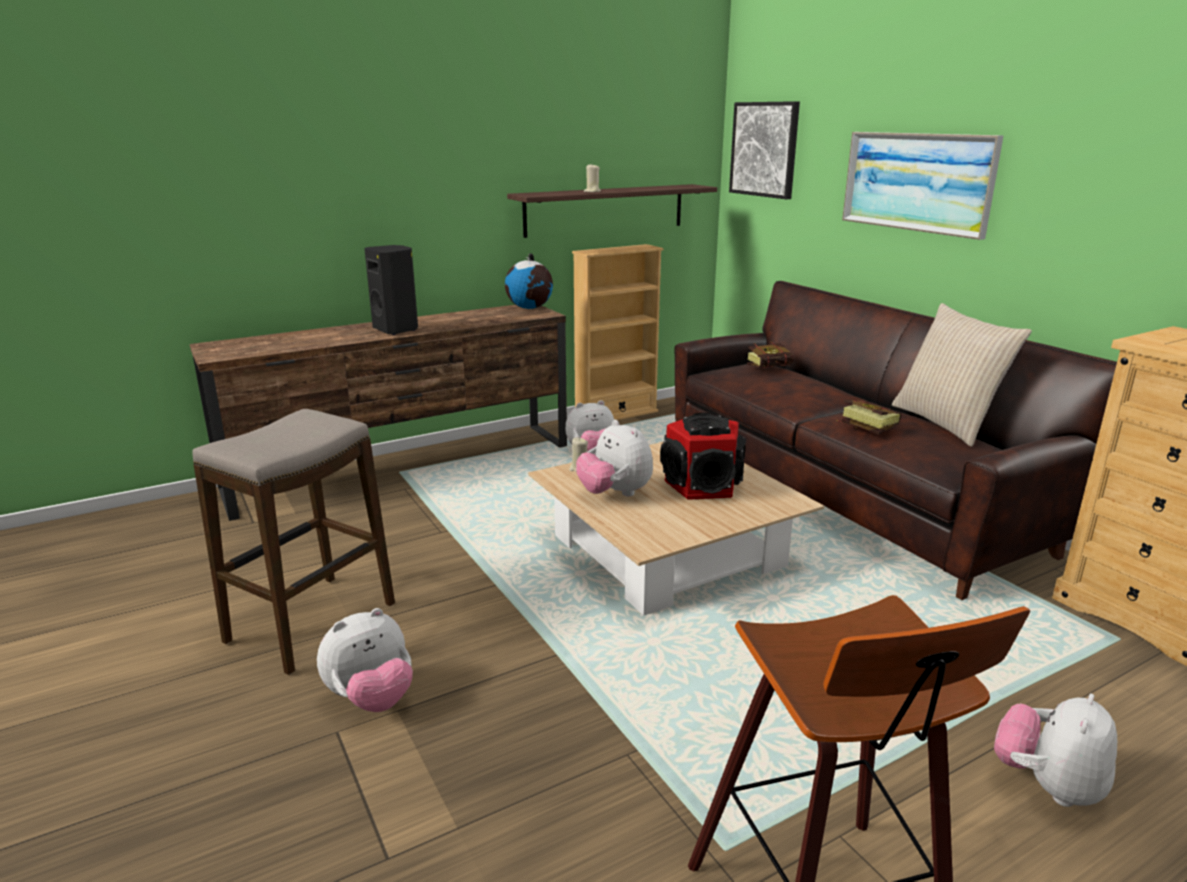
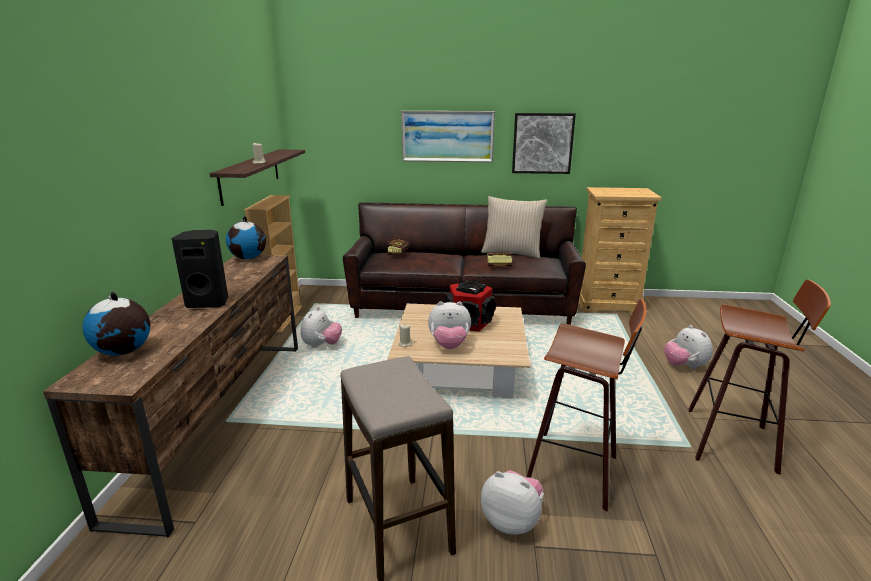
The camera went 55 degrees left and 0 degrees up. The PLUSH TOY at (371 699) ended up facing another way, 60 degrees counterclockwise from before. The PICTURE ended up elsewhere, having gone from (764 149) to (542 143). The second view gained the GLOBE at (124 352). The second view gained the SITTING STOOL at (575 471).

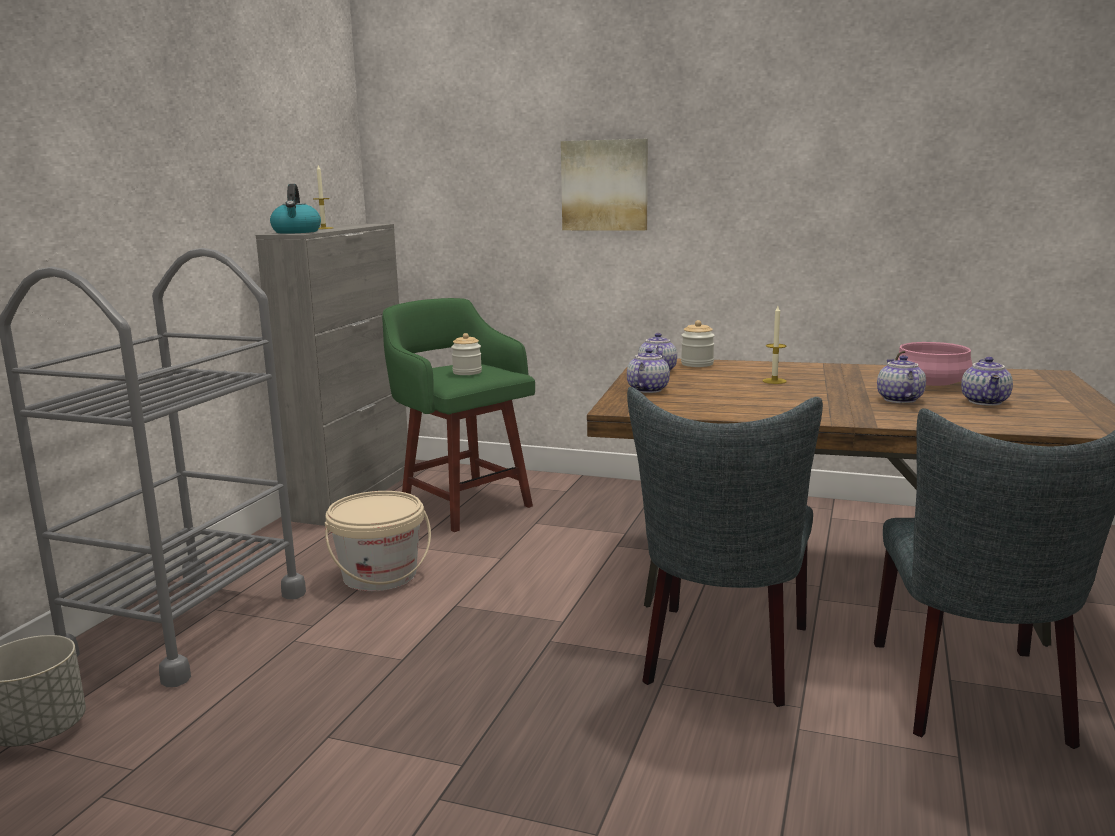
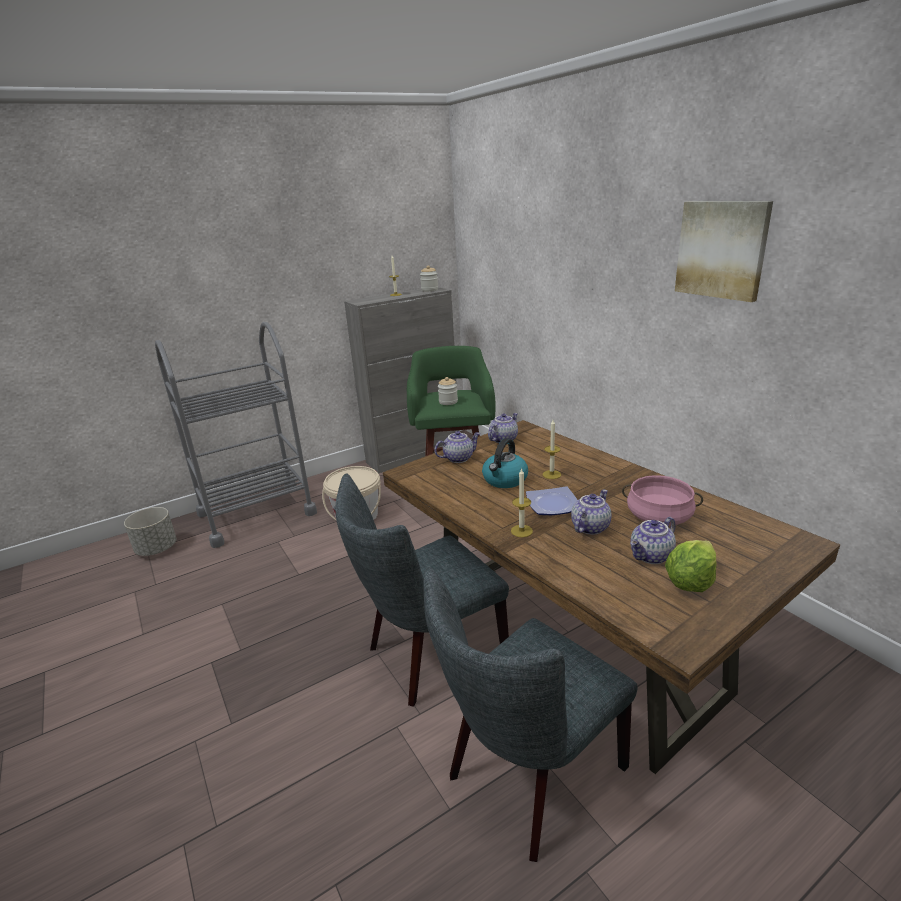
The camera went 40 degrees right and 10 degrees up. The KETTLE ended up elsewhere, having gone from (296 232) to (505 480). The PICTURE ended up elsewhere, having gone from (605 185) to (722 249). The STORAGE JAR ended up elsewhere, having gone from (697 364) to (429 290). The second view gained the WAX CANDLE at (521 531). The second view gained the FLAT DISH at (552 505). The second view gained the LETTUCE HEAD at (689 582).

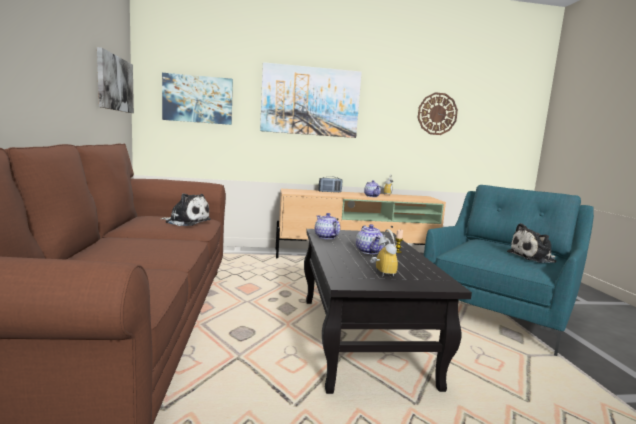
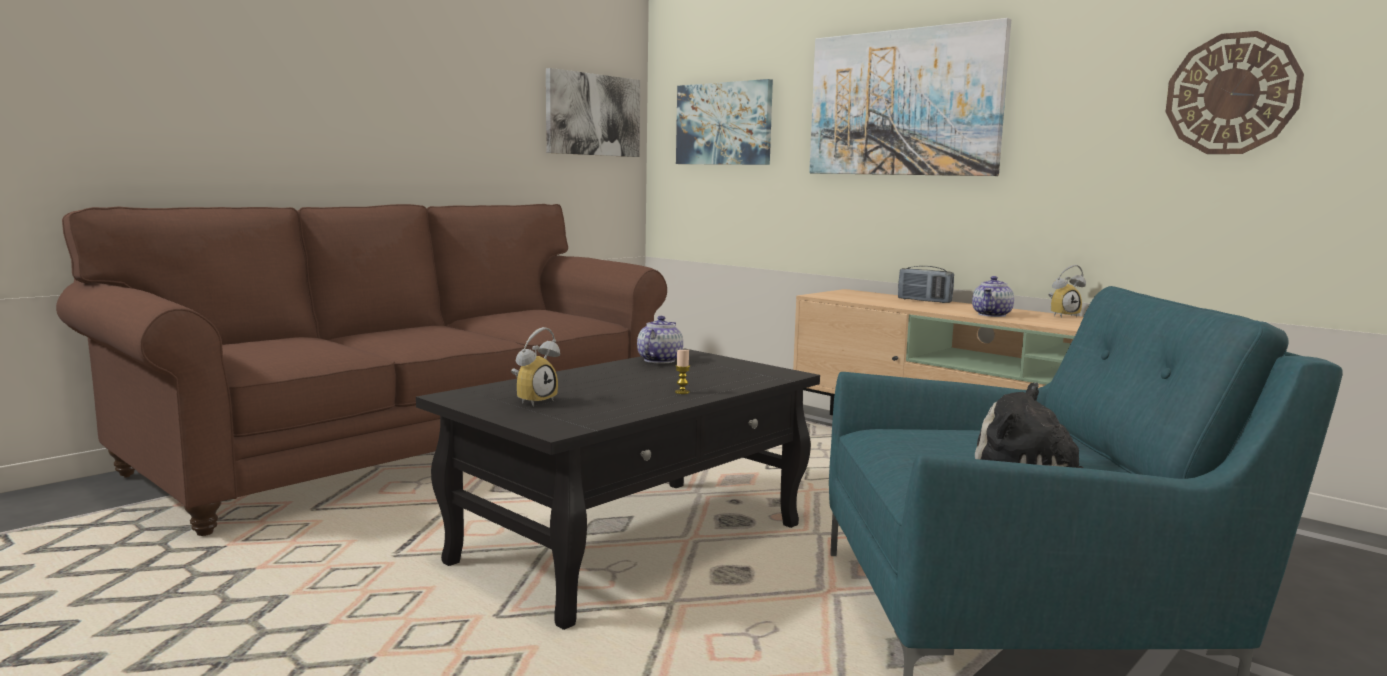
The camera went 50 degrees right and 0 degrees up. The second view lost the PLUSH TOY at (186 221). The second view lost the TEAPOT at (369 251).

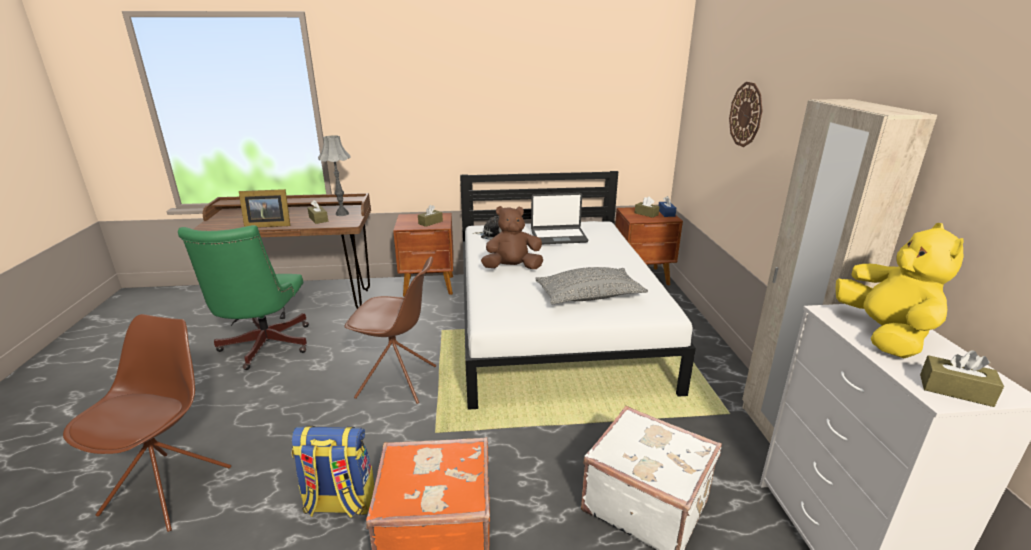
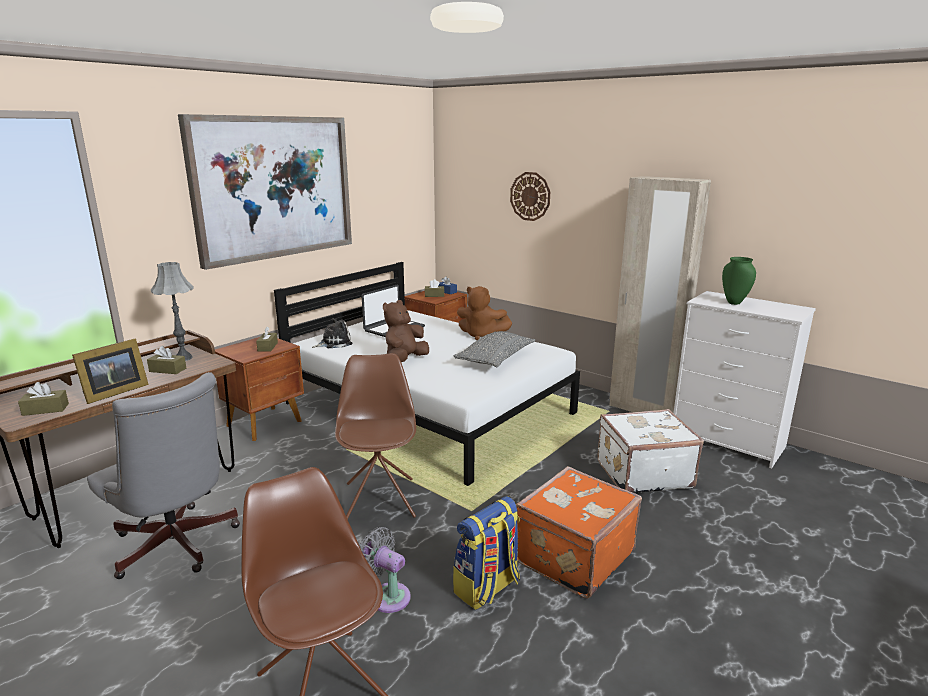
The camera went 45 degrees left and 5 degrees down. What was the GREENISH DESK CHAIR at (263 348) turned into the GREY DESK CHAIR at (177 547). The BROWN PLAIN CHAIR at (398 382) ended up facing another way, 60 degrees counterclockwise from before. Where the YELLOWISH PLUSH TOY stood at (884 335), the GREENISH VASE came to stand at (734 303). The BROWN BOX OF TISSUES ended up elsewhere, having gone from (955 390) to (45 409). The second view gained the PICTURE at (274 187). The second view gained the GREY FAN at (387 596). The second view gained the BROWN PLUSH TOY at (481 335).

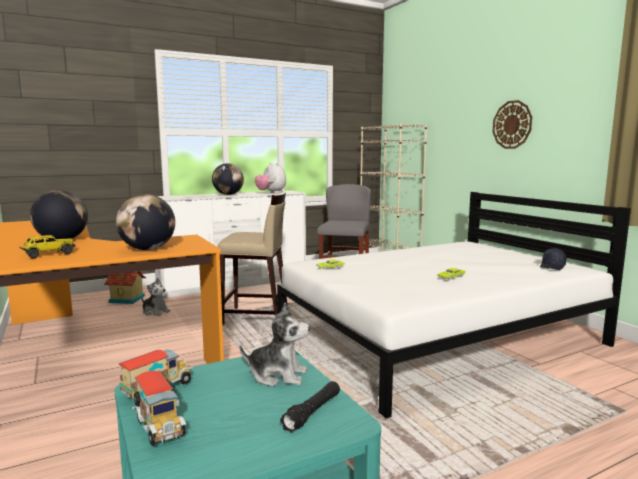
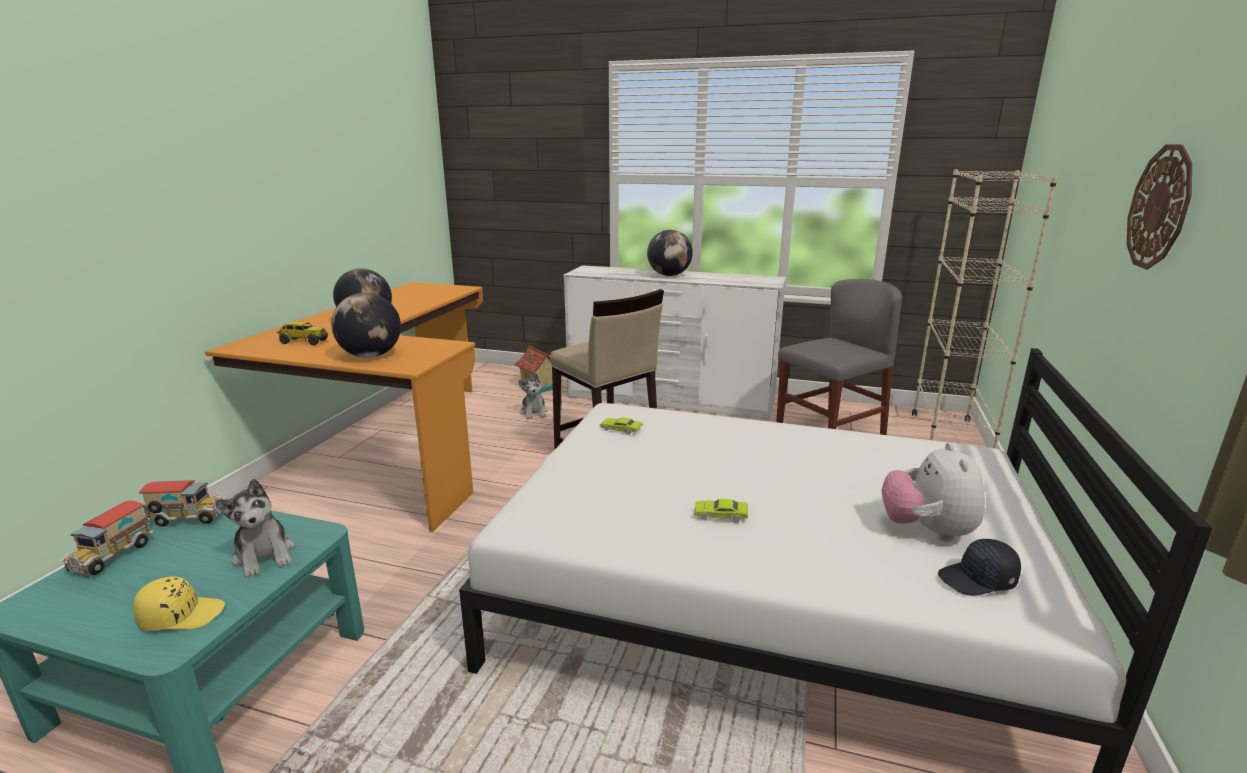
The camera went 45 degrees right and 10 degrees up. The PLUSH TOY ended up elsewhere, having gone from (271 193) to (927 531). Where the BLACK TORCH stood at (312 412), the YELLOWISH BASEBALL CAP came to stand at (182 615).

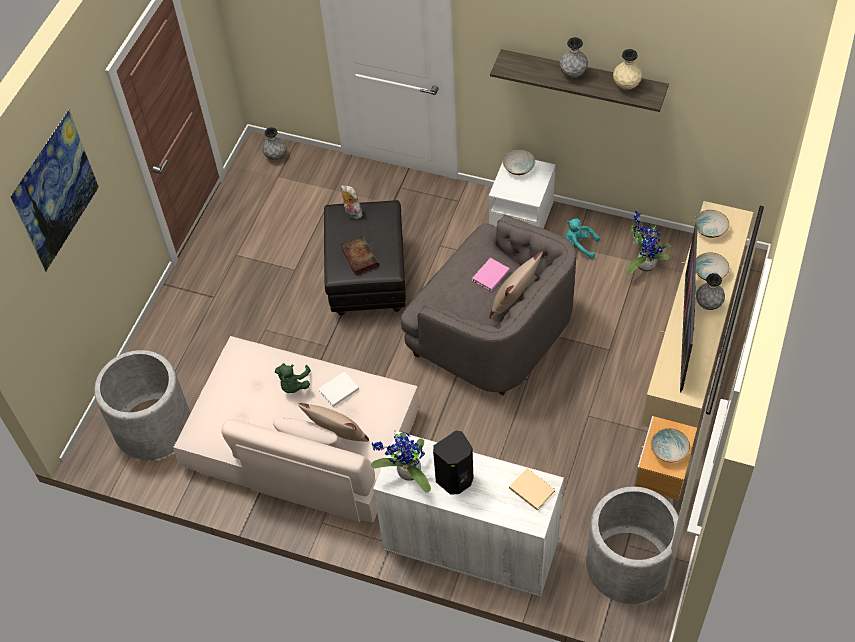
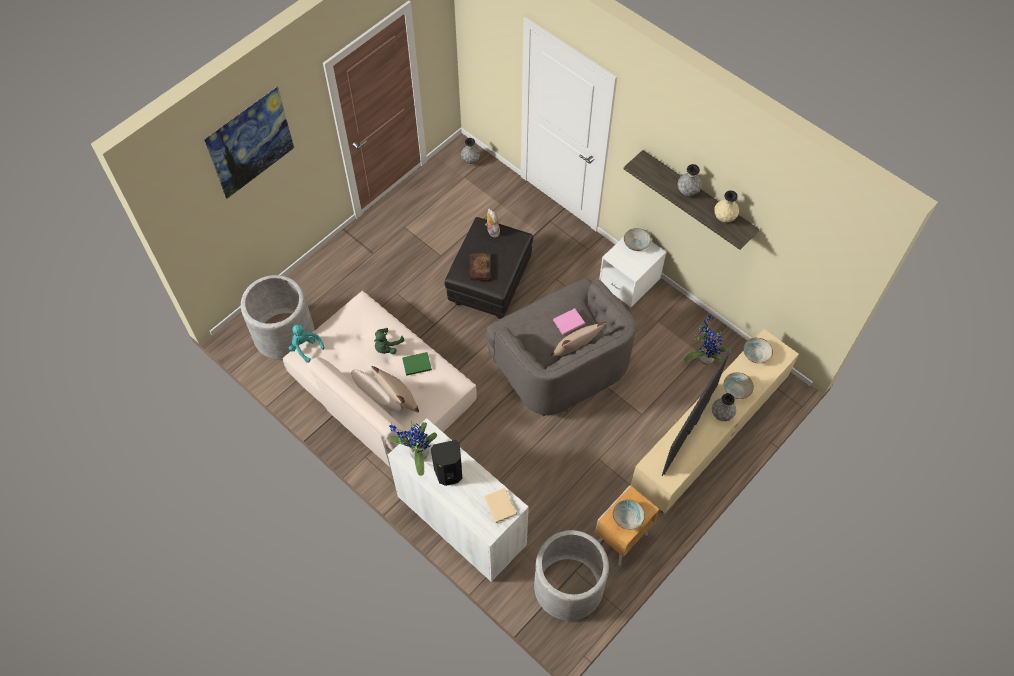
The camera went 20 degrees right and 5 degrees up. What was the WHITISH VOLUME at (337 390) turned into the GREENISH VOLUME at (416 364). The TURQUOISE-COLOURED PLUSH TOY ended up elsewhere, having gone from (578 247) to (305 347).

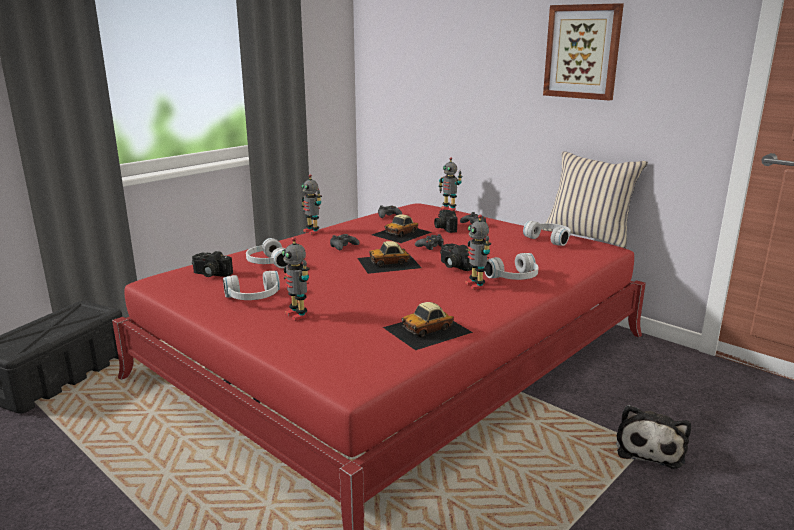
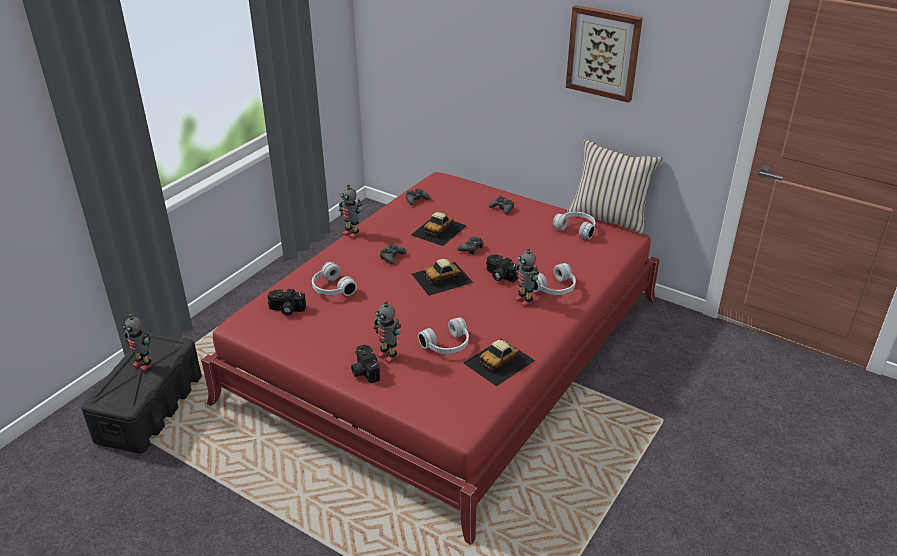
The camera went 10 degrees left and 15 degrees up. The WHITISH HEADSET ended up elsewhere, having gone from (254 298) to (448 346). The PHOTO CAMERA ended up elsewhere, having gone from (444 228) to (364 371). The MODEL ROBOT ended up elsewhere, having gone from (449 209) to (143 365). The second view lost the PLUSH TOY at (649 448).

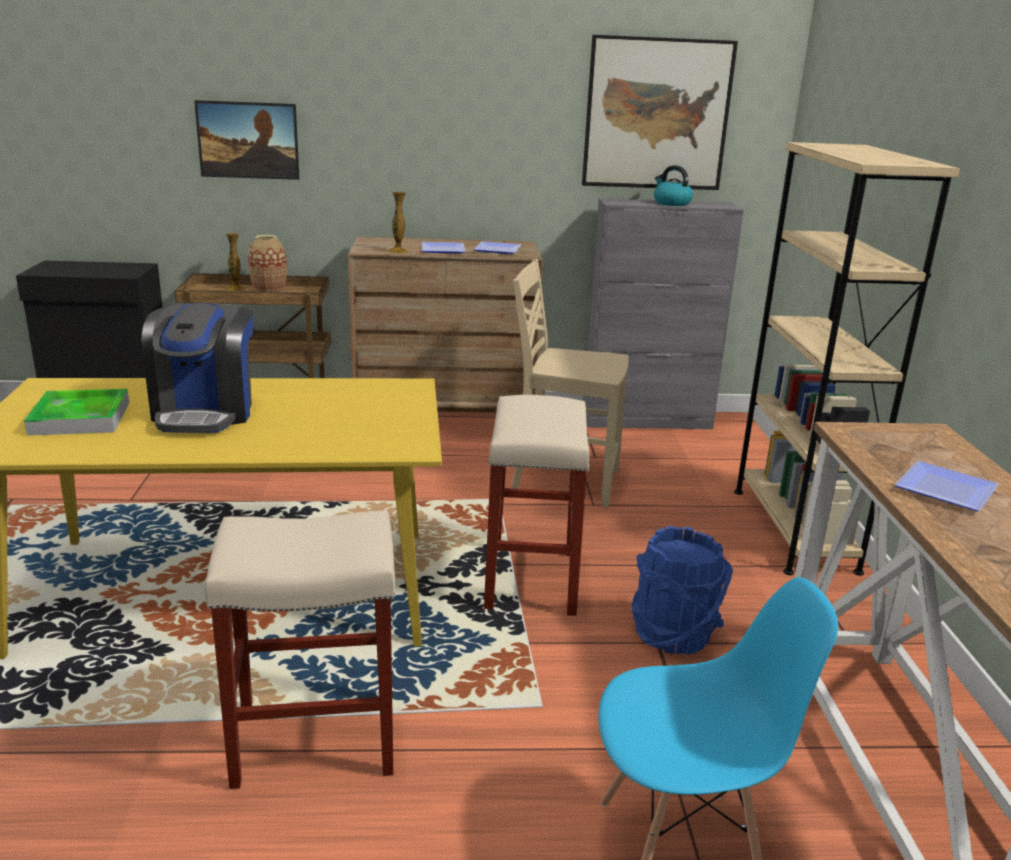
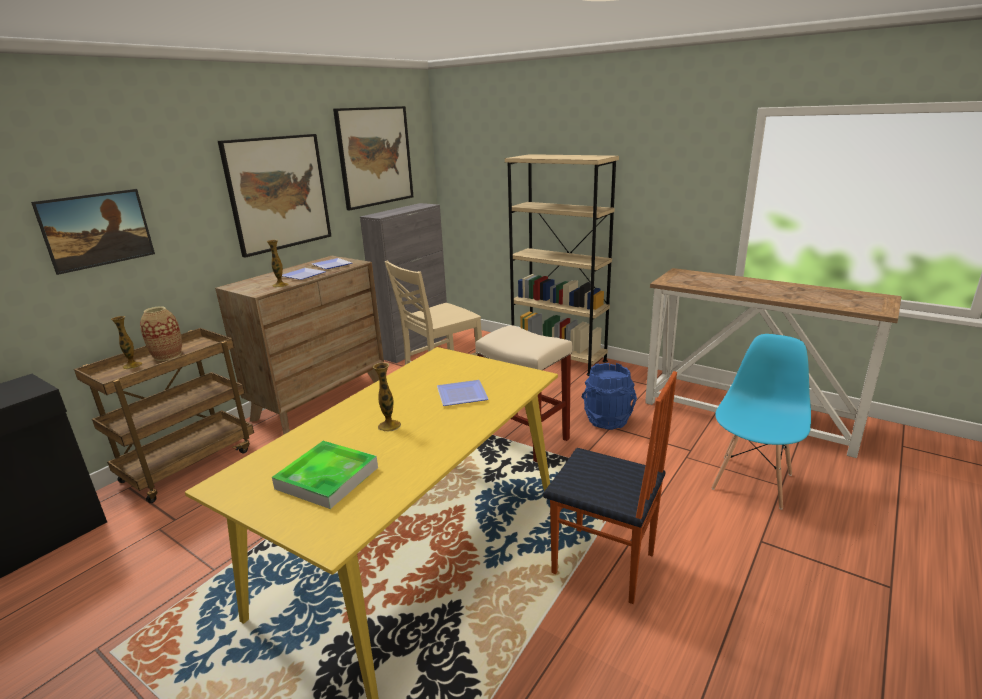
The camera went 50 degrees left and 0 degrees up. Where the COFFEE MACHINE stood at (205 412), the VASE came to stand at (389 426). Where the BEIGE SITTING STOOL stood at (312 740), the PLAIN CHAIR came to stand at (603 565). The second view lost the KETTLE at (671 203). The FLAT DISH ended up elsewhere, having gone from (949 490) to (463 394). The second view gained the PICTURE at (278 193).

